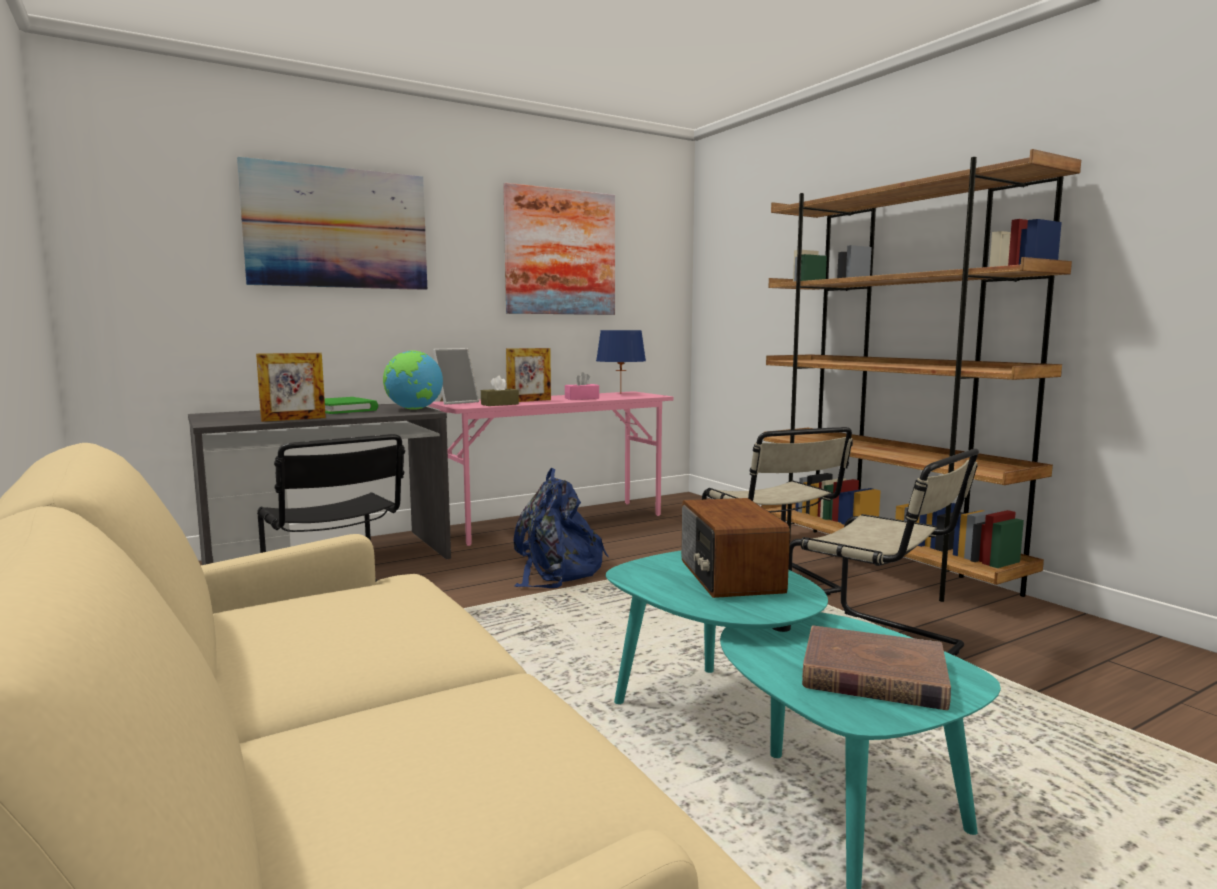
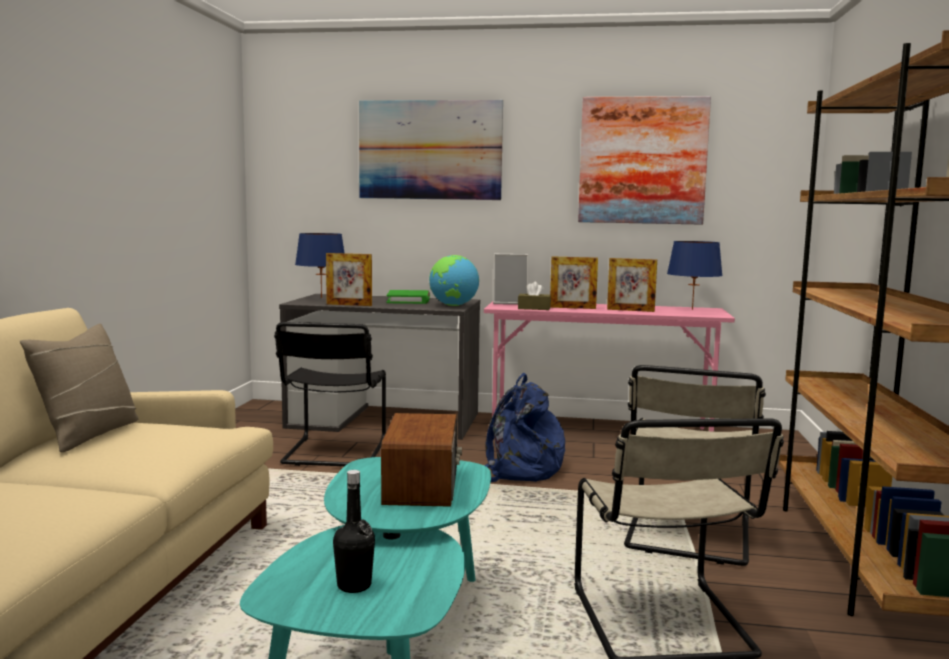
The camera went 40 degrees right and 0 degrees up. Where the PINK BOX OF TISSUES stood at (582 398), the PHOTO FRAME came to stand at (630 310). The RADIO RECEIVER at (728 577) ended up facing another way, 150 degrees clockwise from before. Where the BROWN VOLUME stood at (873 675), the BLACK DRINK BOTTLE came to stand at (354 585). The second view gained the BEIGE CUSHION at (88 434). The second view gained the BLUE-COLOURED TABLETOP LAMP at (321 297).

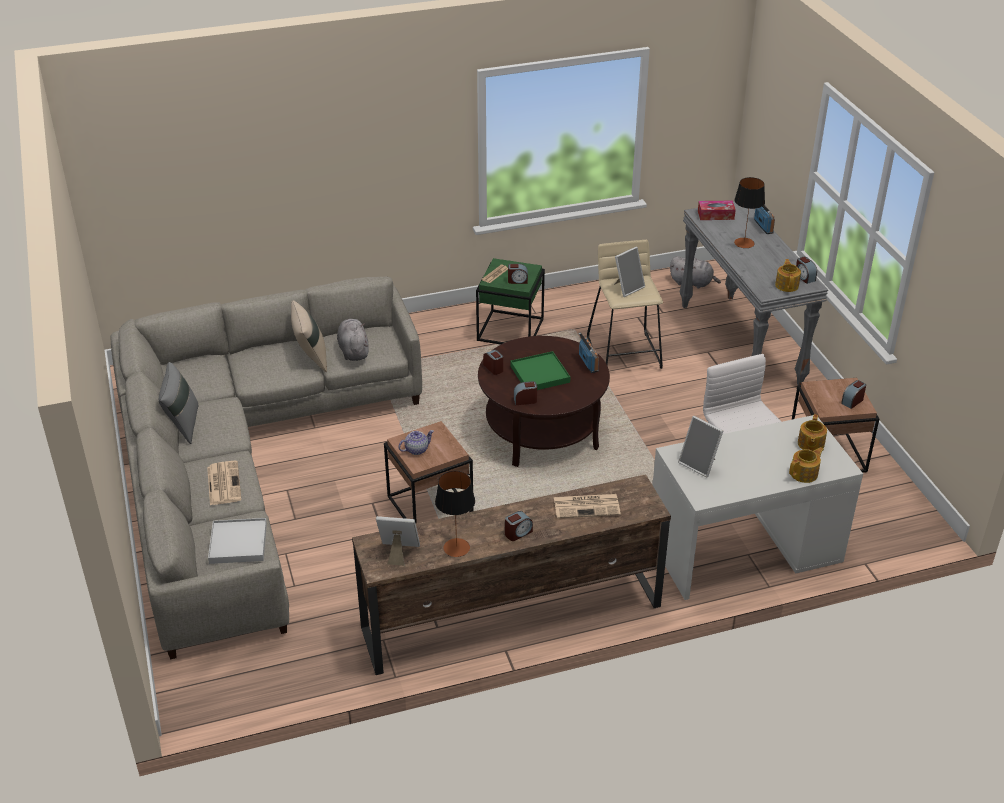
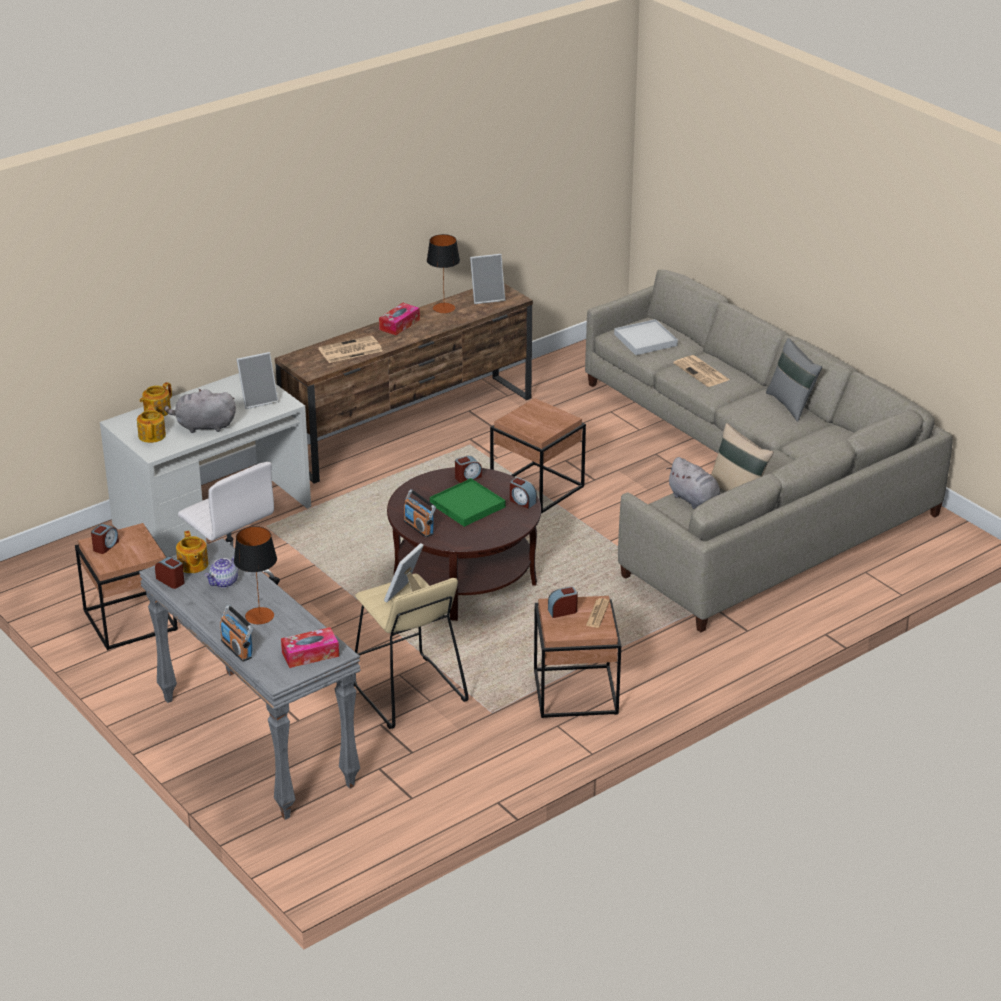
The camera went 160 degrees right and 5 degrees down. The TEAPOT ended up elsewhere, having gone from (416 449) to (224 582). What was the GREENISH END TABLE at (511 329) turned into the BROWN END TABLE at (574 692). Where the BEDSIDE CLOCK stood at (518 533), the BOX OF TISSUES came to stand at (399 324). The GREY PLUSH TOY ended up elsewhere, having gone from (692 283) to (203 426). The PHOTO FRAME at (700 464) ended up facing another way, 135 degrees clockwise from before.

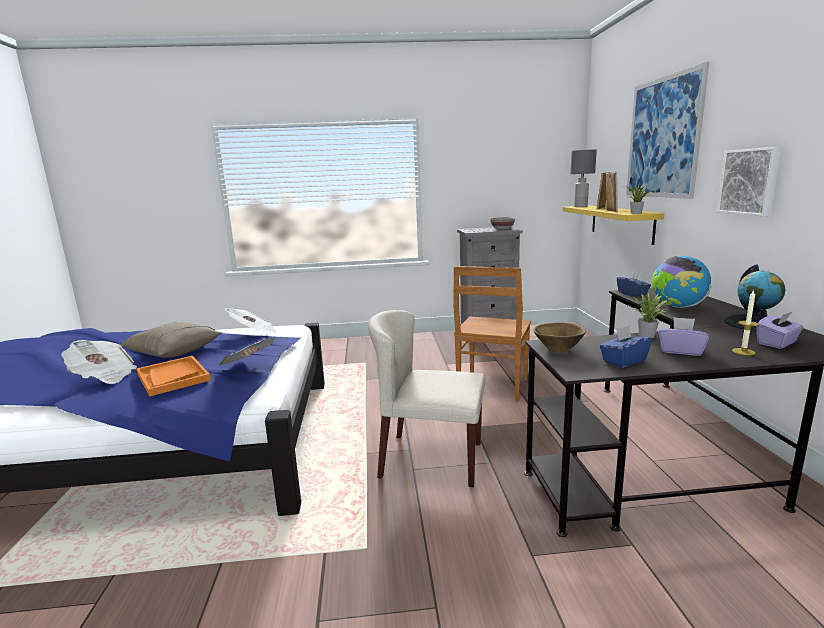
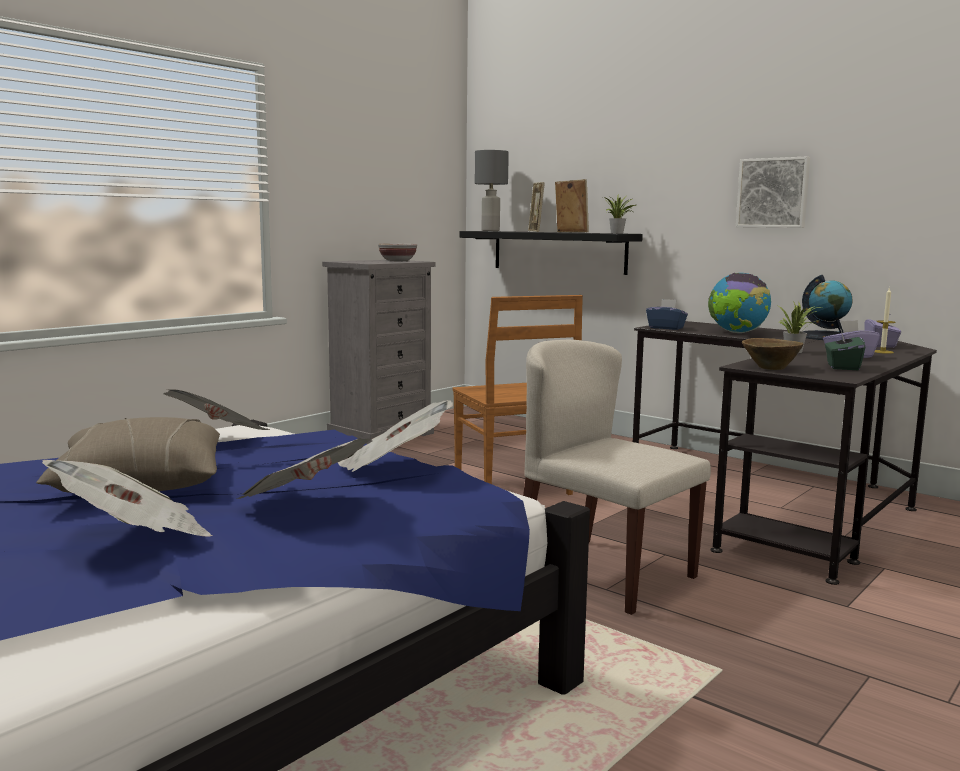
The camera went 45 degrees left and 5 degrees down. Where the ORANGE SERVING TRAY stood at (173 377), the NEWSPAPER came to stand at (304 503). The BEIGE PLAIN CHAIR at (430 459) ended up facing another way, 75 degrees clockwise from before. What was the YELLOWISH SHELF at (621 223) turned into the BLACK SHELF at (558 251). What was the BLUE-COLOURED BOX OF TISSUES at (623 361) turned into the GREENISH BOX OF TISSUES at (842 367). The second view lost the PICTURE at (662 138).

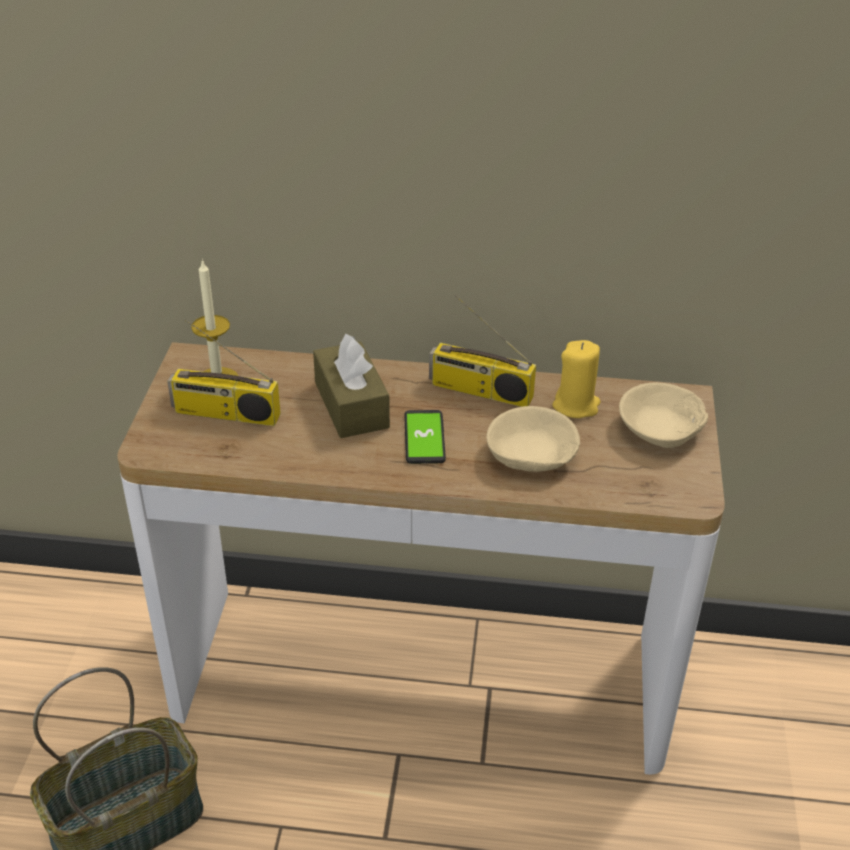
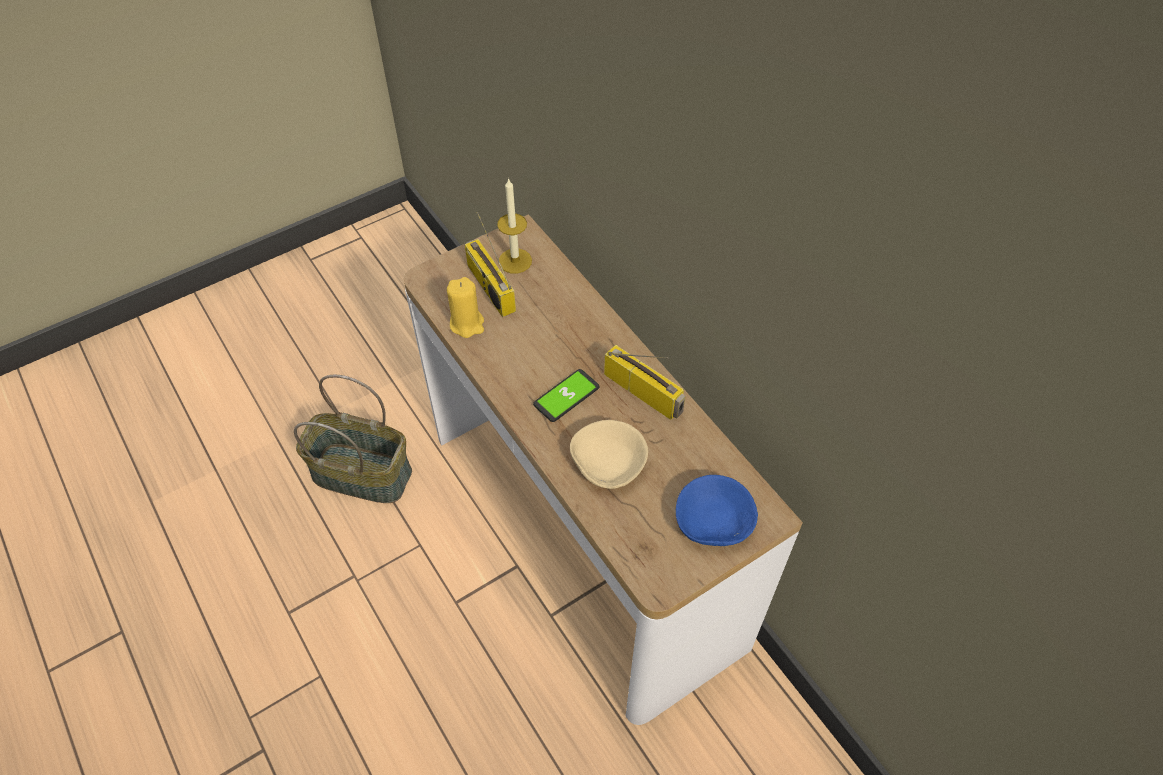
The camera went 50 degrees right and 15 degrees up. The second view lost the BROWN BOX OF TISSUES at (351 405). The RADIO RECEIVER at (479 391) ended up facing another way, 150 degrees clockwise from before. The YELLOWISH WAX CANDLE ended up elsewhere, having gone from (576 405) to (467 324). What was the BEIGE SERVING BOWL at (661 429) turned into the BLUE-COLOURED SERVING BOWL at (714 521).

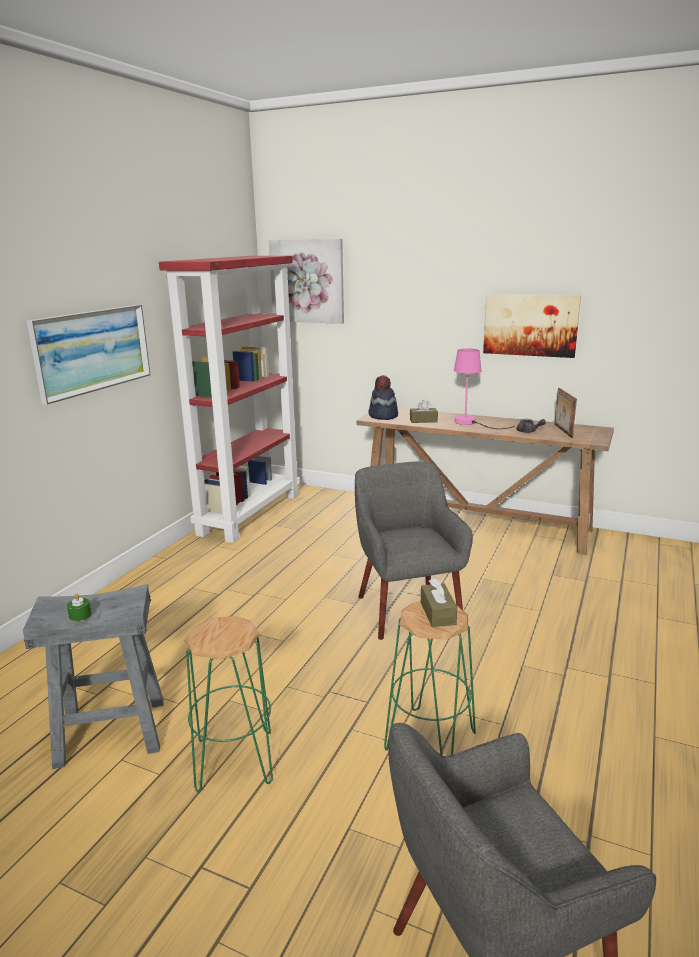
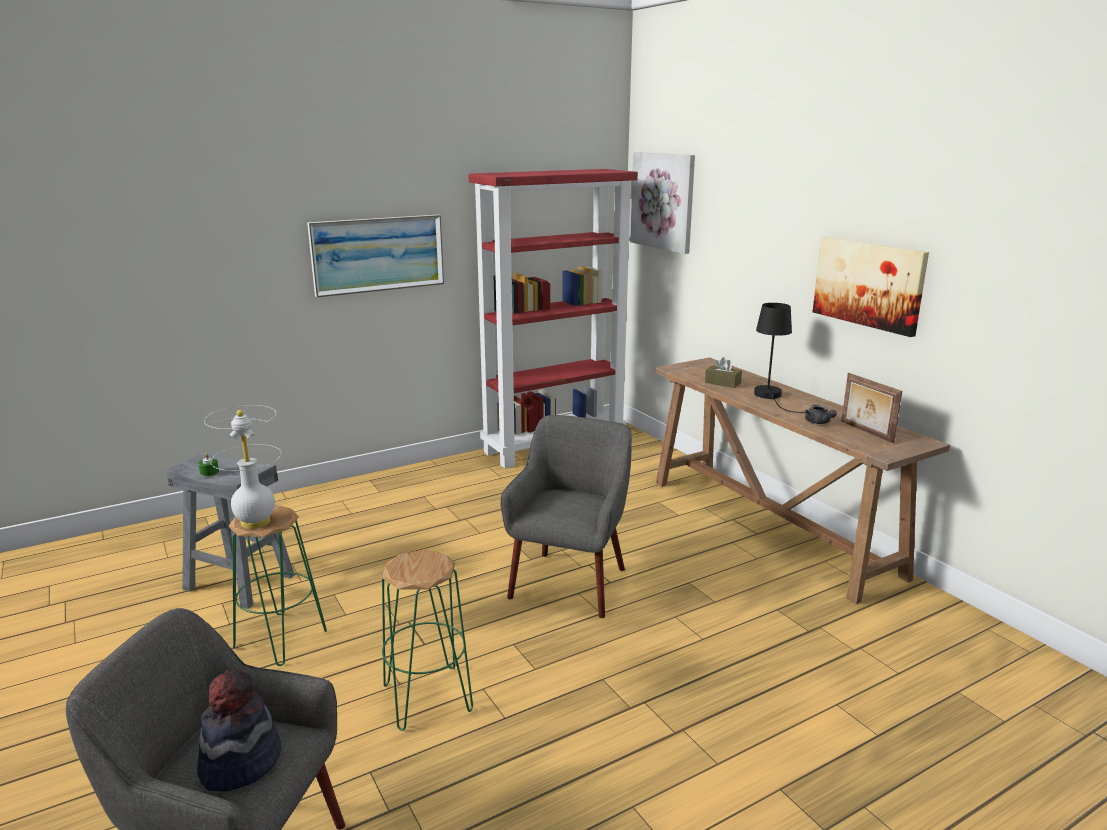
The camera went 35 degrees right and 0 degrees up. The HAT ended up elsewhere, having gone from (383 416) to (240 762). The second view lost the BROWN BOX OF TISSUES at (438 613). What was the PINK TABLETOP LAMP at (471 423) turned into the BLACK TABLETOP LAMP at (771 397). The PHOTO FRAME at (562 431) ended up facing another way, 60 degrees counterclockwise from before. The second view gained the WHITISH TABLETOP LAMP at (255 522).

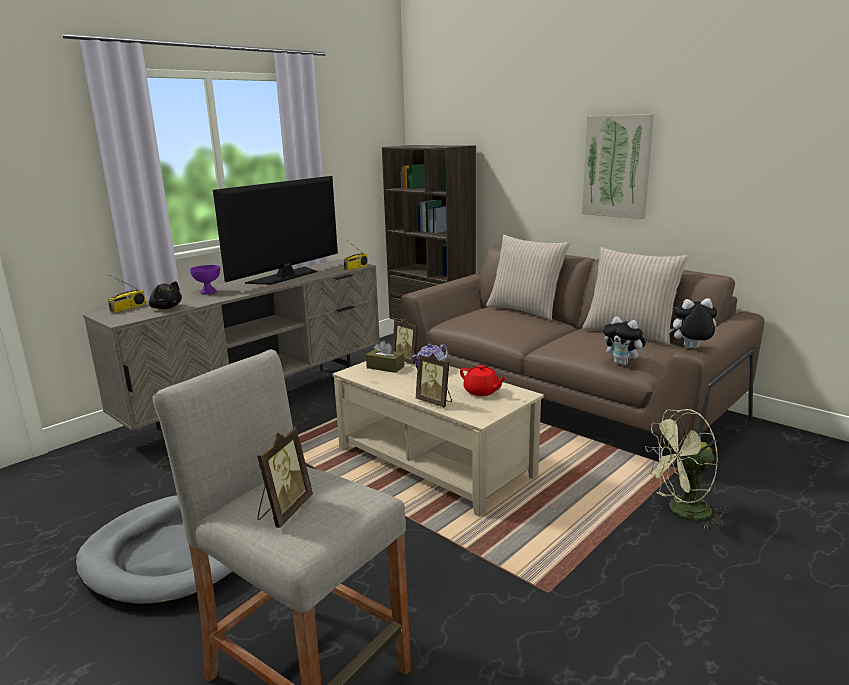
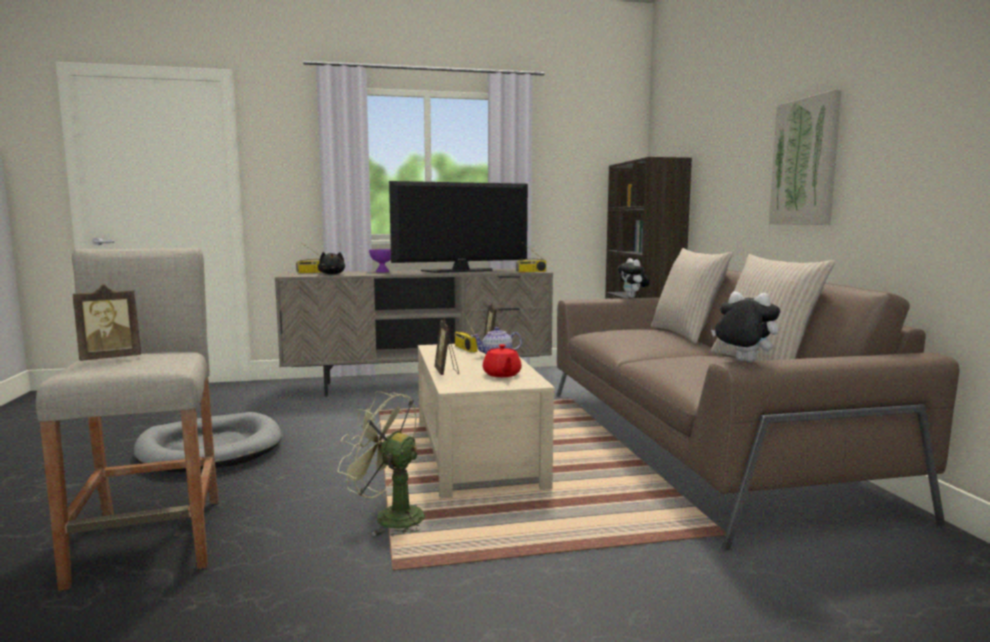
The camera went 35 degrees right and 10 degrees down. Where the BROWN BOX OF TISSUES stood at (385 367), the RADIO RECEIVER came to stand at (464 348). The PLUSH TOY ended up elsewhere, having gone from (623 363) to (633 297). The GREENISH FAN ended up elsewhere, having gone from (682 511) to (389 517).

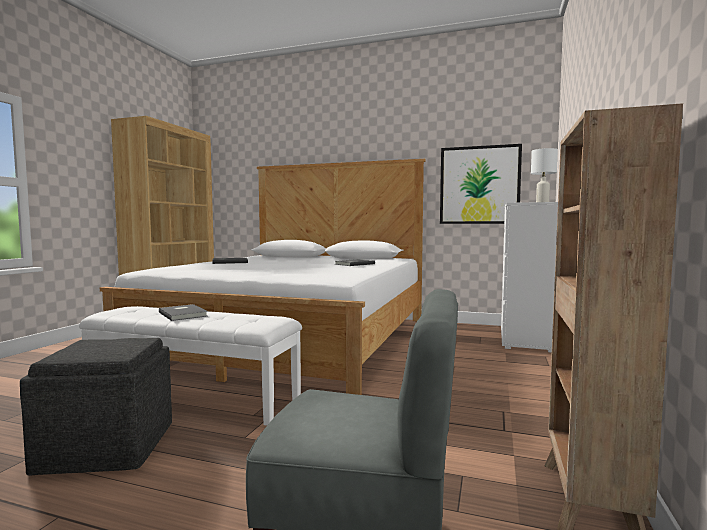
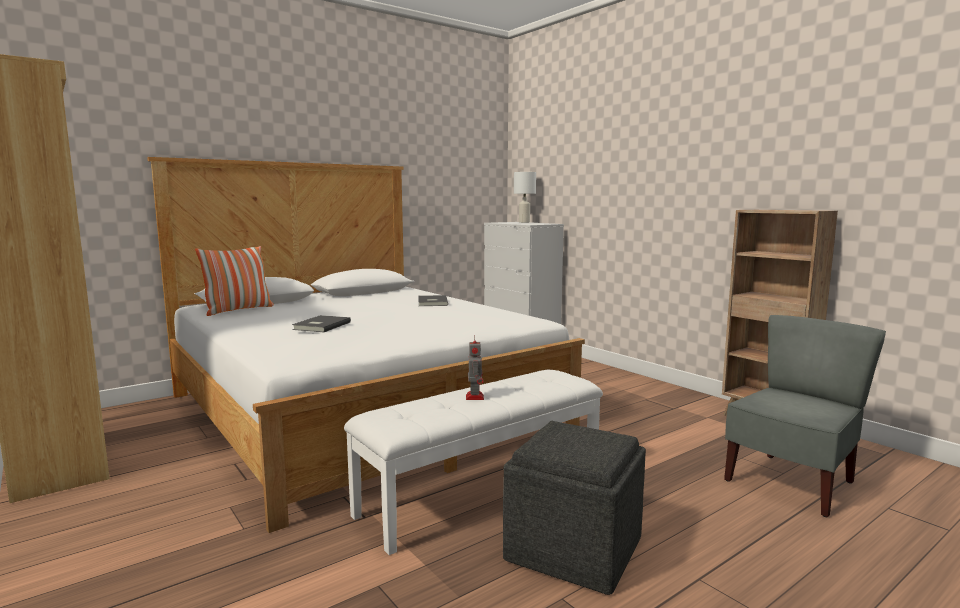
The camera went 55 degrees left and 5 degrees up. Where the GREY VOLUME stood at (184 314), the MODEL ROBOT came to stand at (474 397). The second view lost the PICTURE at (479 185). The second view gained the CUSHION at (238 310).

